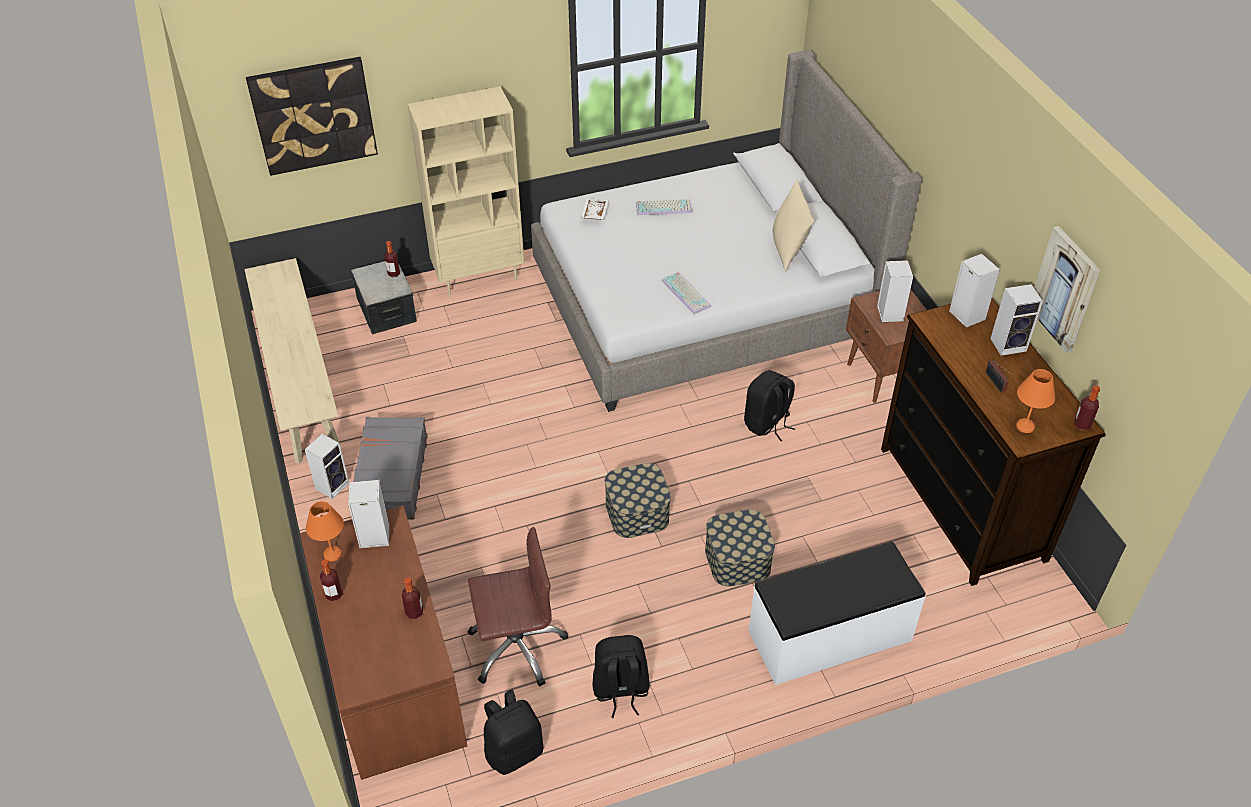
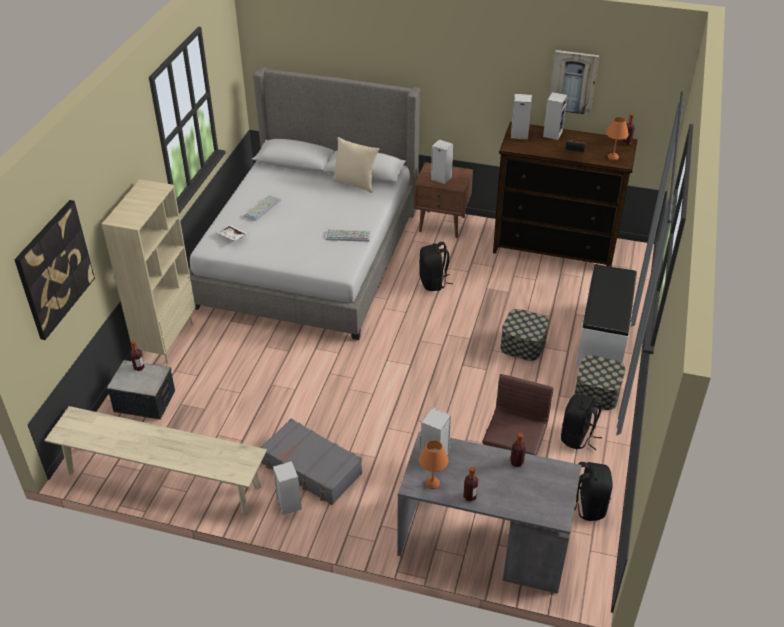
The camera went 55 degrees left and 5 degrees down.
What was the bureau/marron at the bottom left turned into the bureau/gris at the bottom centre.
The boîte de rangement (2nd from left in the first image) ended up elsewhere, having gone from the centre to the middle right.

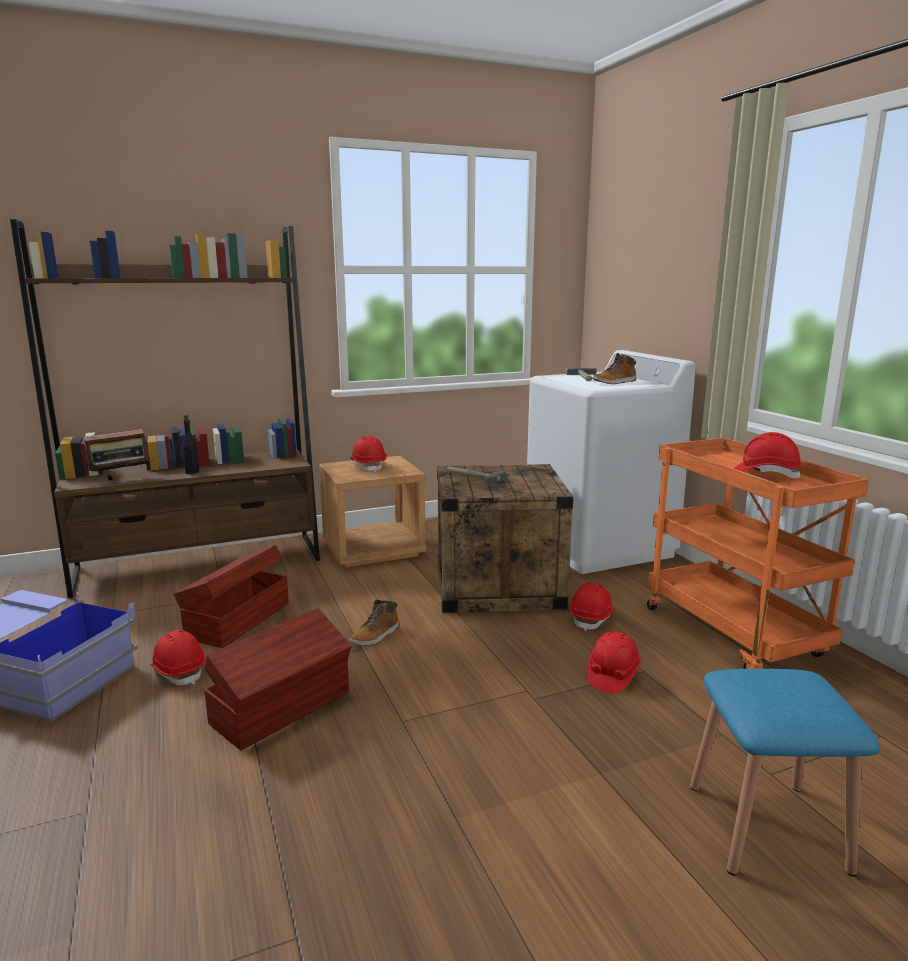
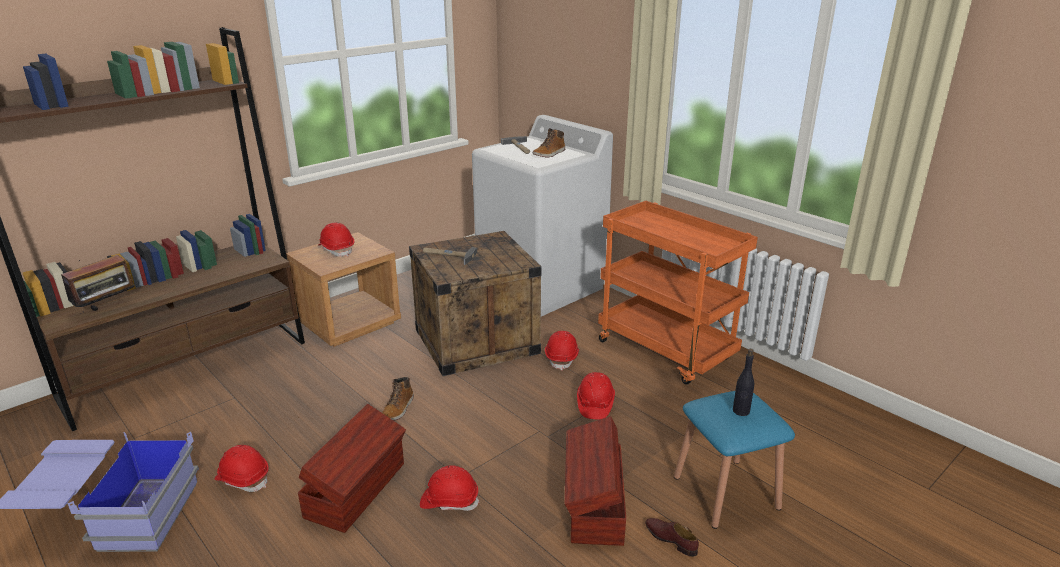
The camera went 20 degrees left and 10 degrees up.
The casque de chantier/rouge (5th from left in the first image) ended up elsewhere, having gone from the middle right to the bottom centre.
The boîte de rangement/marron (1st from left in the first image) ended up elsewhere, having gone from the middle left to the bottom centre.
The second view gained the chaussure/marron at the bottom centre.
The bouteille/noir ended up elsewhere, having gone from the middle left to the bottom right.

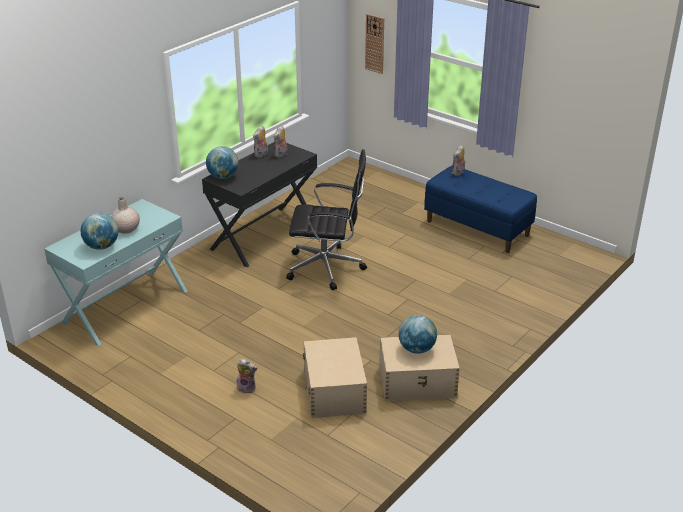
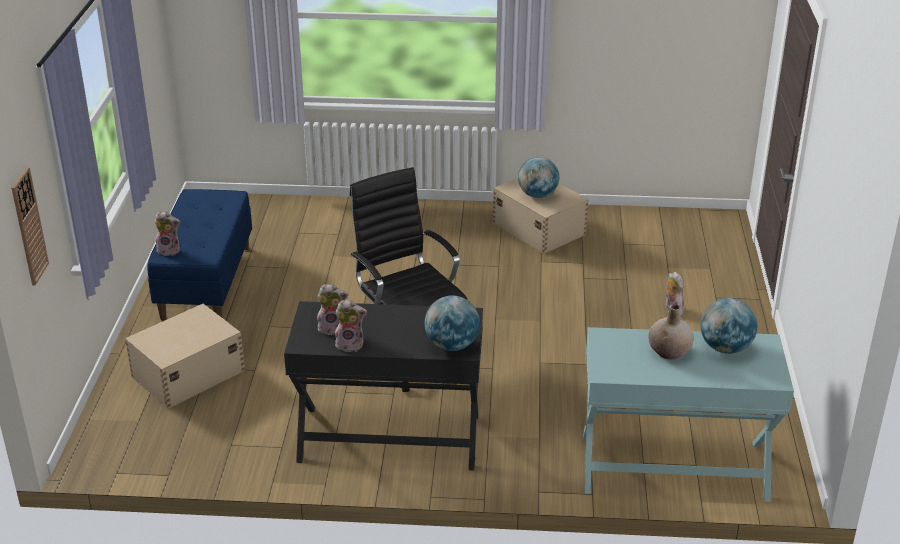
The camera went 125 degrees left and 0 degrees up.
The boîte de rangement/beige (1st from left) ended up elsewhere, having gone from the bottom centre to the middle left.

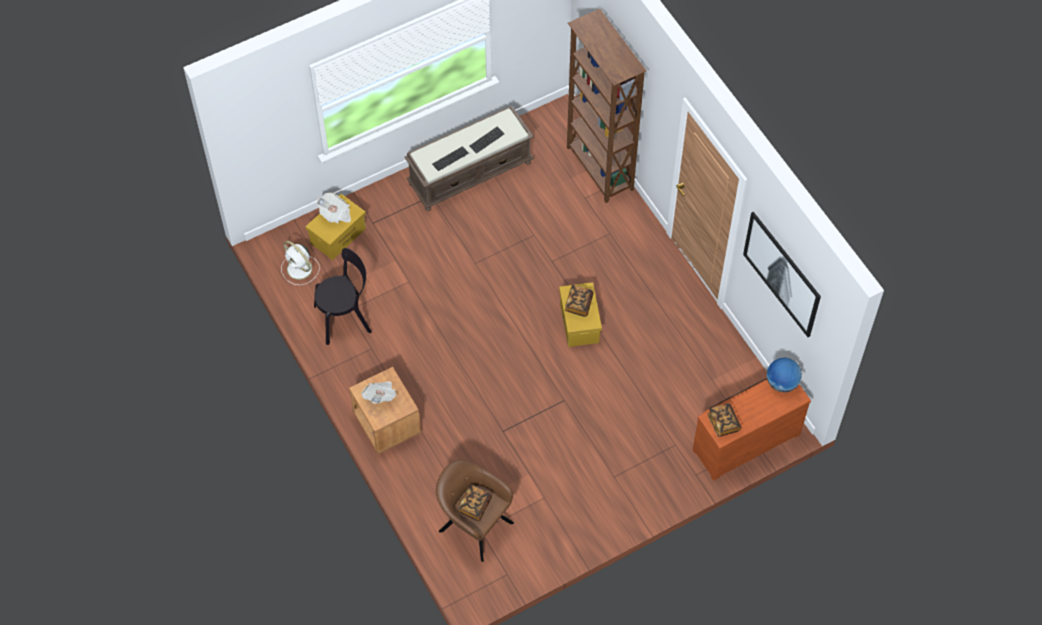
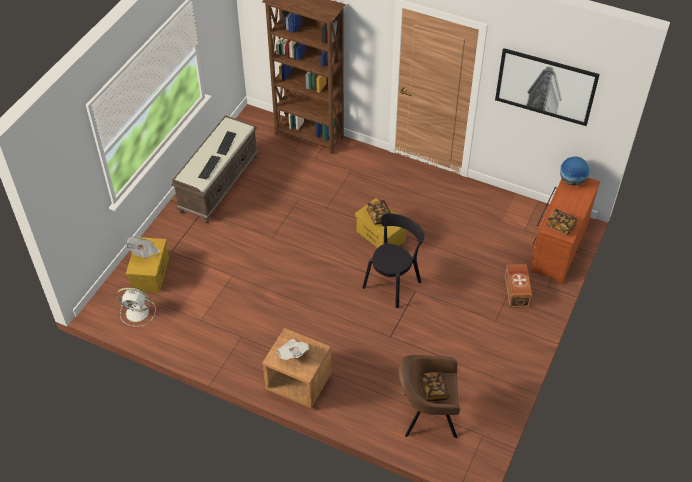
The camera went 35 degrees left and 10 degrees down.
The chaise/noir ended up elsewhere, having gone from the middle left to the centre.
The second view gained the boîte de rangement/marron at the middle right.

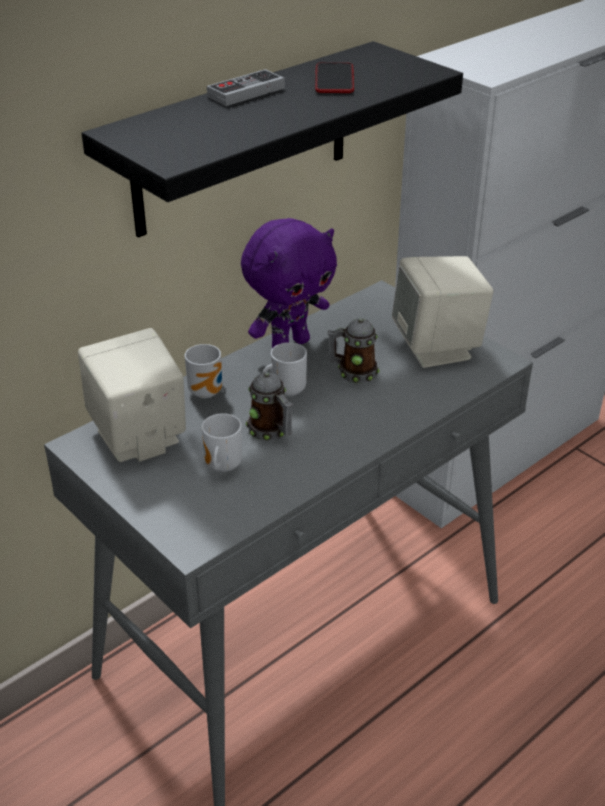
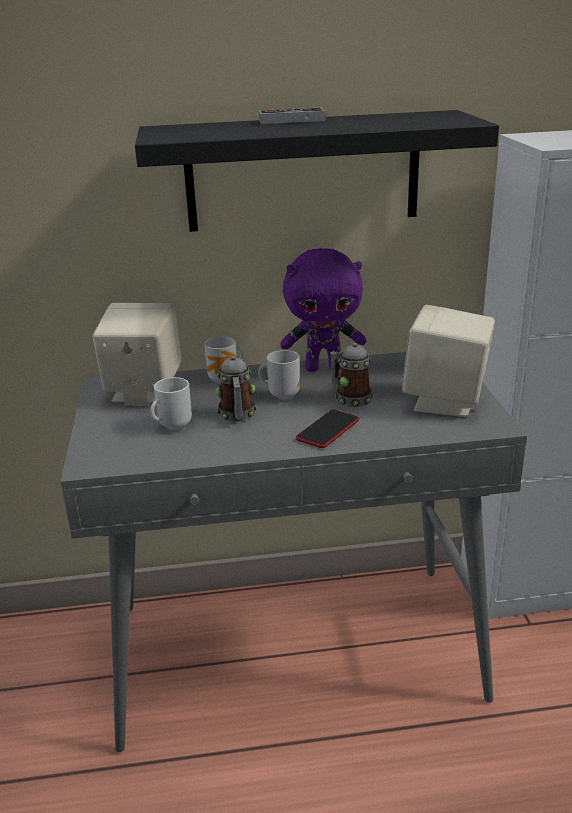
The camera went 35 degrees right and 10 degrees down.
The téléphone ended up elsewhere, having gone from the top centre to the centre.

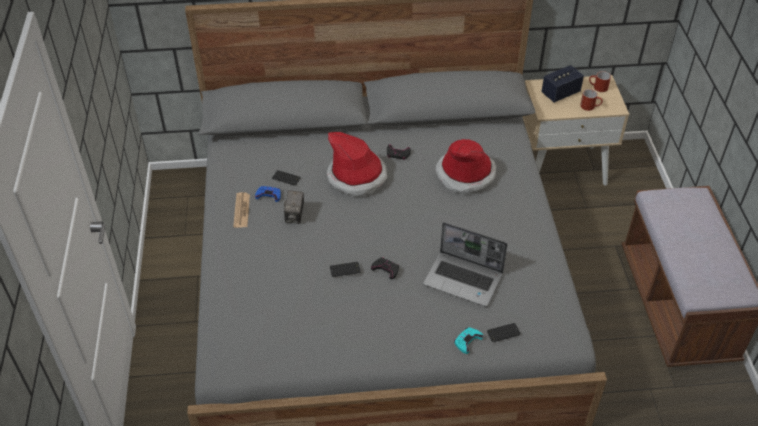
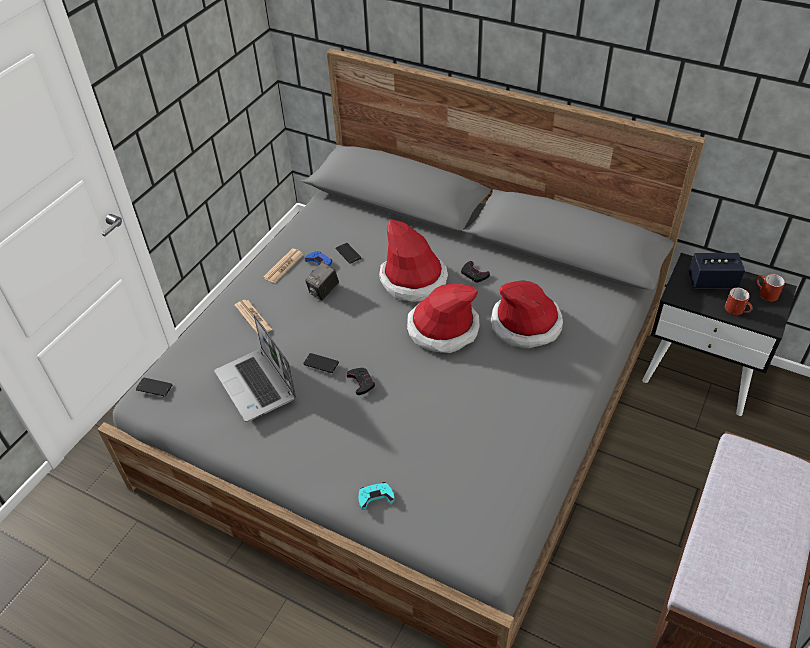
The camera went 35 degrees right and 0 degrees up.
The téléphone (3rd from left in the first image) ended up elsewhere, having gone from the bottom centre to the middle left.
The ordinateur portable ended up elsewhere, having gone from the centre to the middle left.
The second view gained the journal (1st from left) at the middle left.
The second view gained the chapeau (2nd from left) at the centre.
What was the table de chevet/beige at the top right turned into the table de chevet/noir at the middle right.

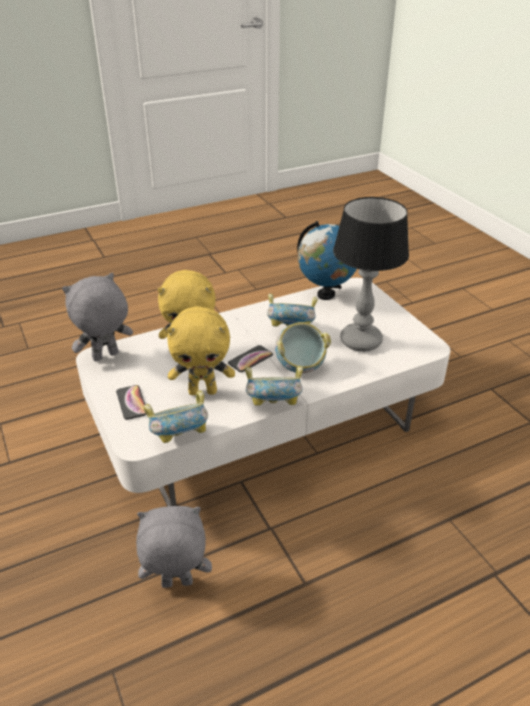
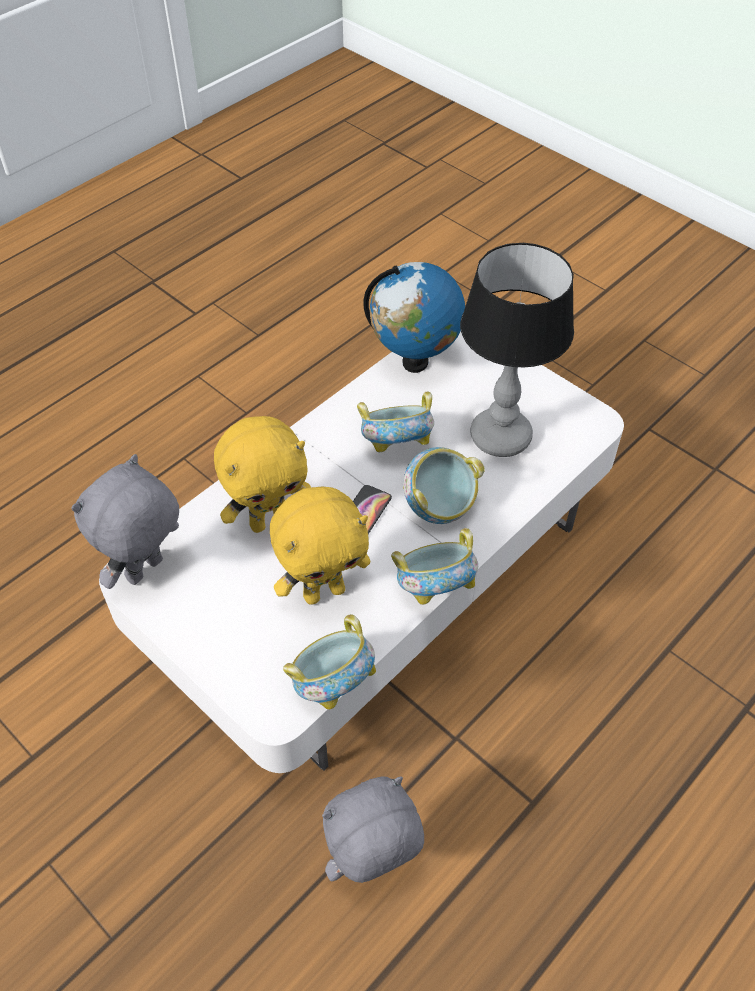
The camera went 20 degrees left and 15 degrees up.
The second view lost the téléphone (1st from left) at the middle left.

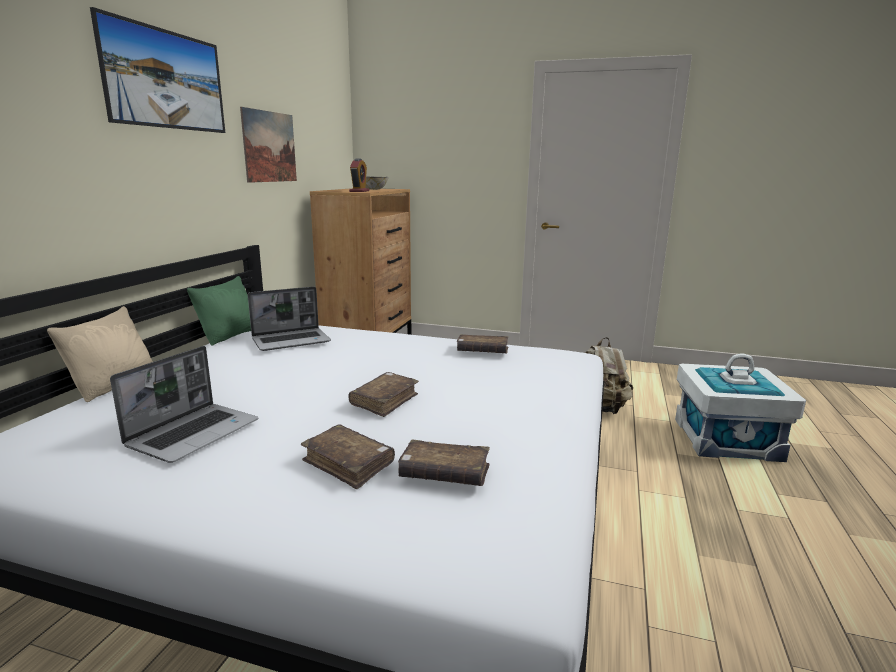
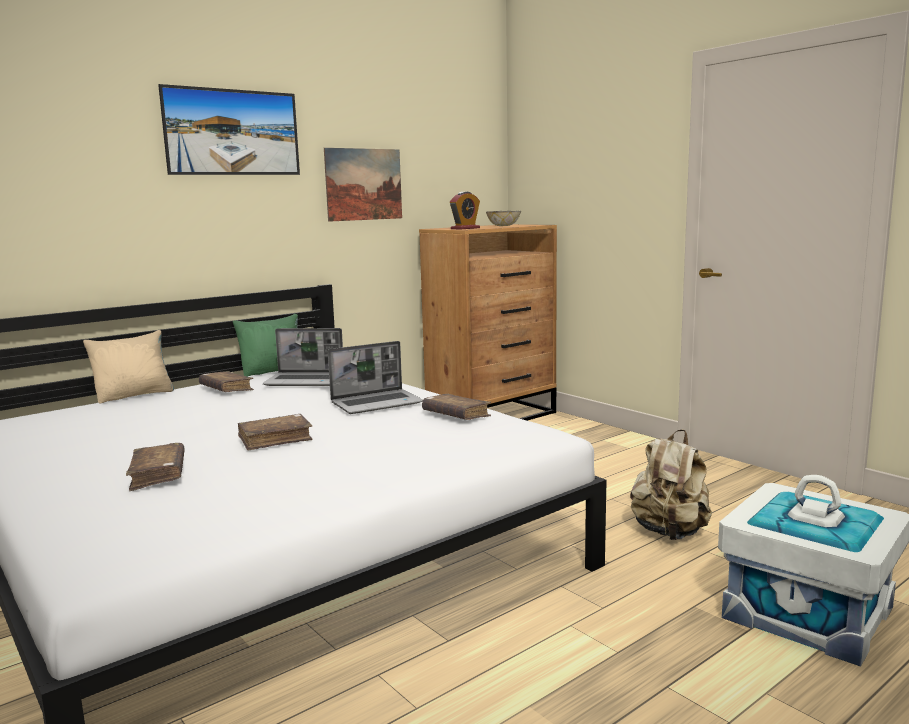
The camera went 35 degrees right and 5 degrees down.
The livre/marron (3rd from left in the first image) ended up elsewhere, having gone from the bottom centre to the middle left.
The ordinateur portable (1st from left in the first image) ended up elsewhere, having gone from the middle left to the centre.

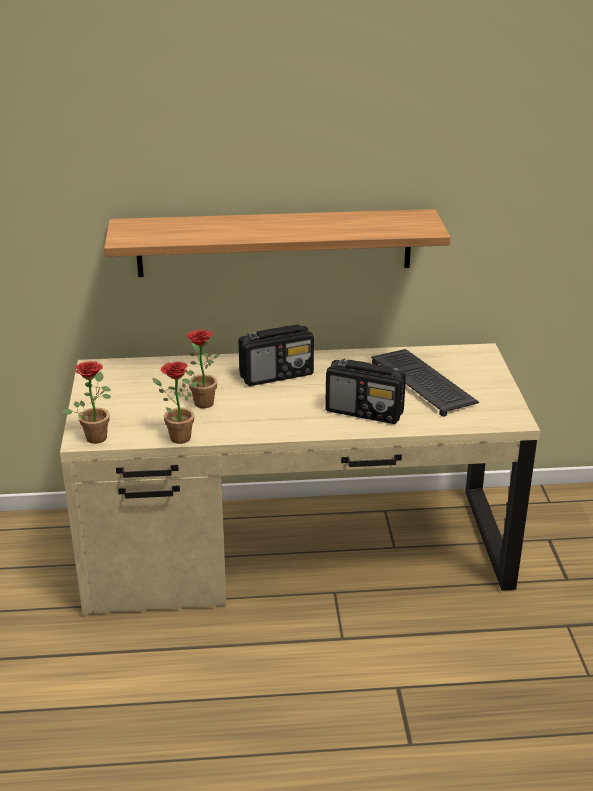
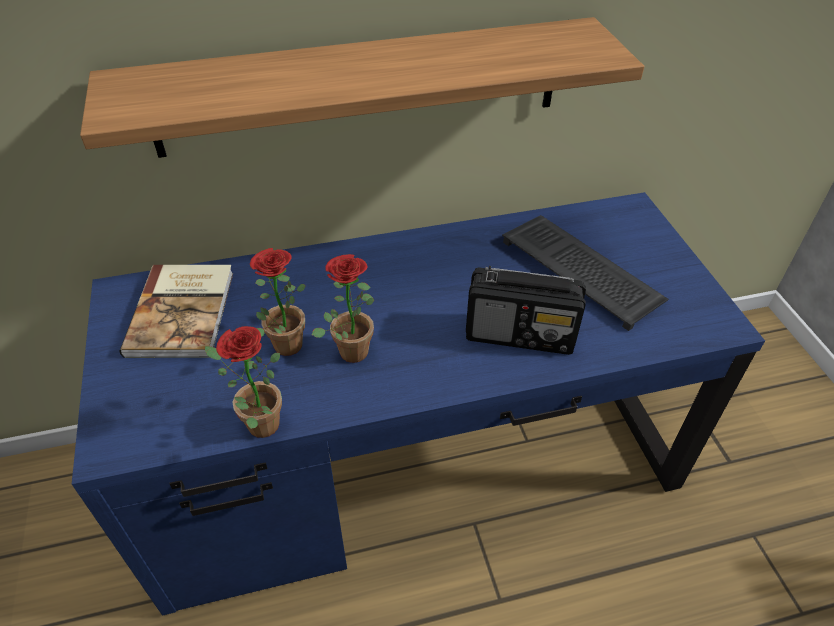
The camera went 10 degrees left and 15 degrees up.
What was the bureau/beige at the centre turned into the bureau/bleu at the centre.
The second view gained the livre at the middle left.
The plante en pot (1st from left in the first image) ended up elsewhere, having gone from the middle left to the centre.
The second view lost the radio (1st from left) at the centre.

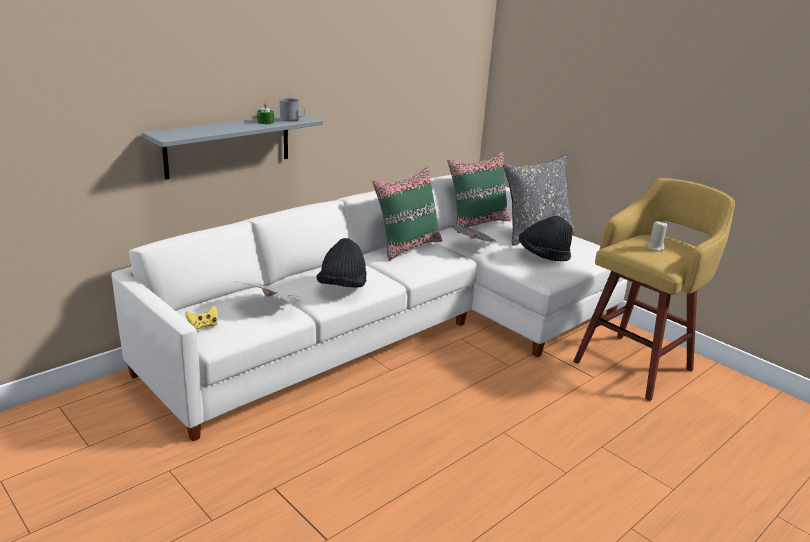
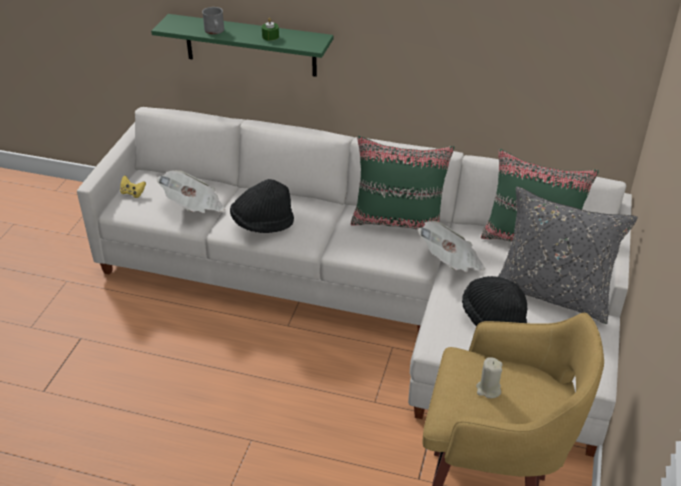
The camera went 60 degrees right and 15 degrees up.
What was the étagère/gris at the top left turned into the étagère/vert at the top centre.
The mug/gris ended up elsewhere, having gone from the top centre to the top left.

